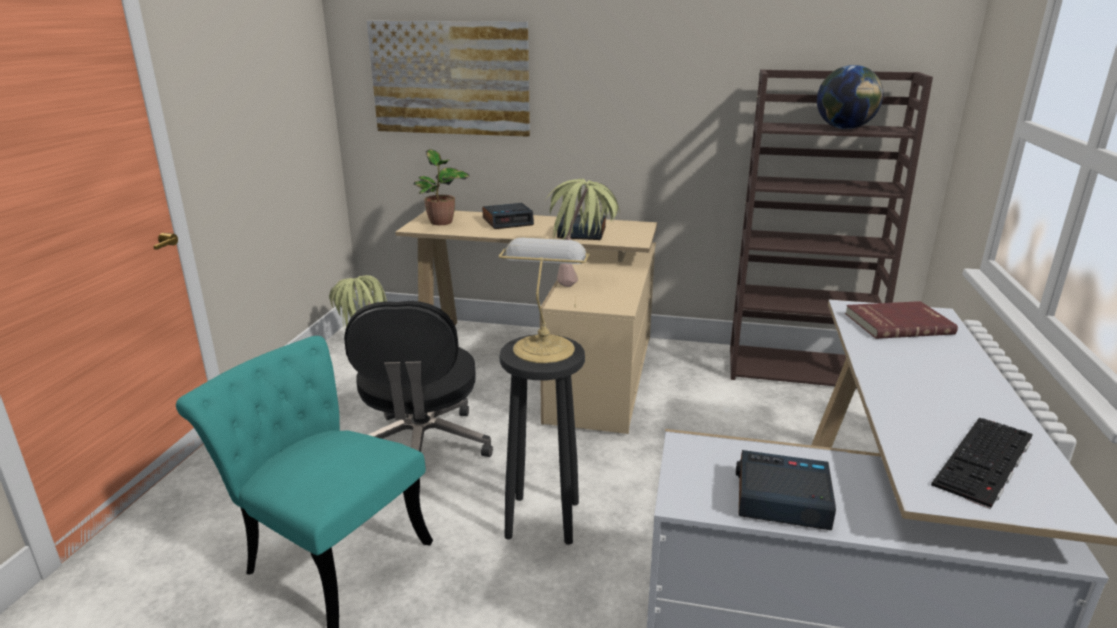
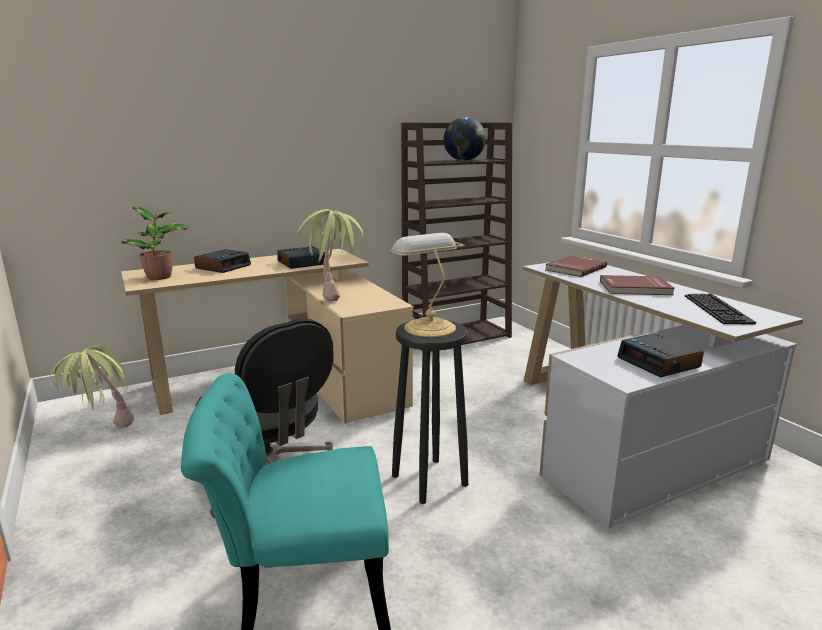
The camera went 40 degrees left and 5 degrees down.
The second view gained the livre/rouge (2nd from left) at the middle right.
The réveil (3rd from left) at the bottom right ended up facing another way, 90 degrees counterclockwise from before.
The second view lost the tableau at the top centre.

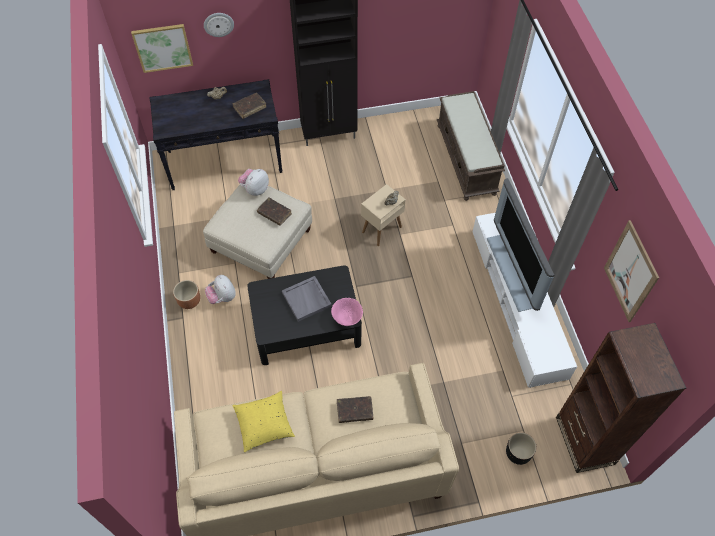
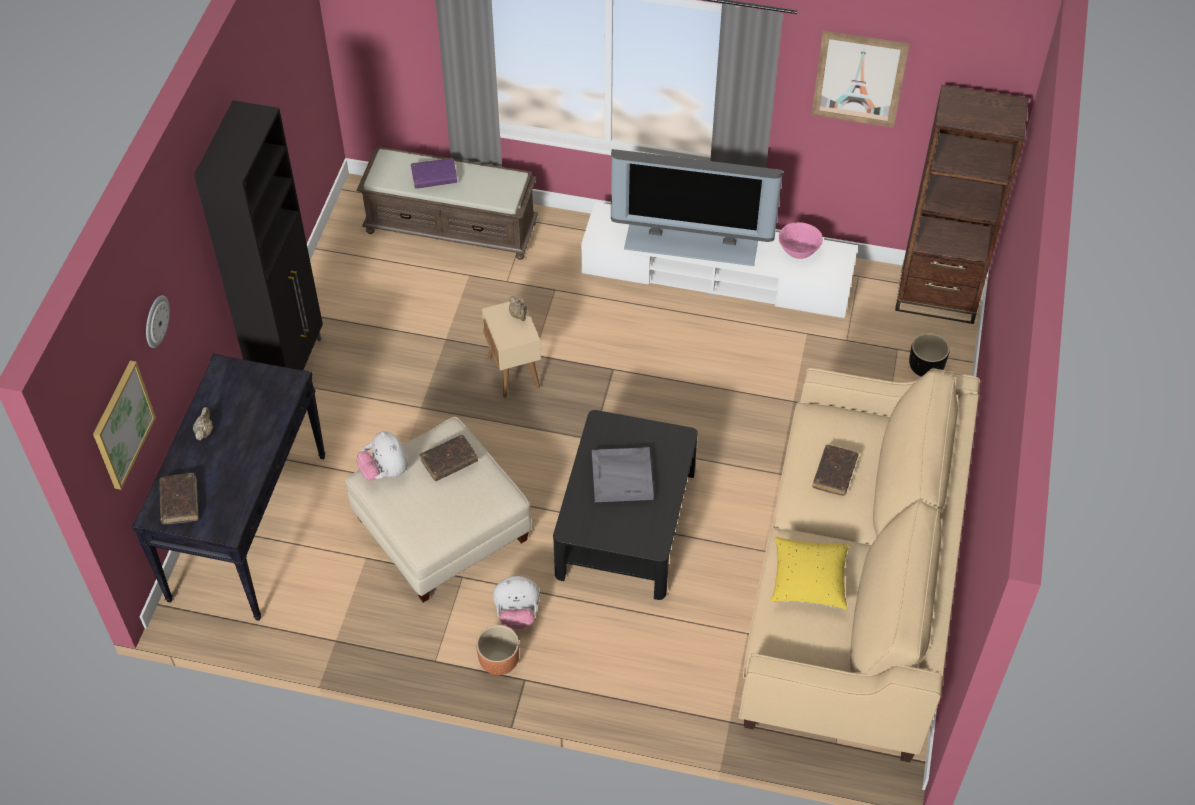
The camera went 65 degrees left and 5 degrees down.
The livre/marron (1st from left) ended up elsewhere, having gone from the top centre to the middle left.
The second view gained the livre/violet at the top centre.
The bol/rose ended up elsewhere, having gone from the centre to the top right.

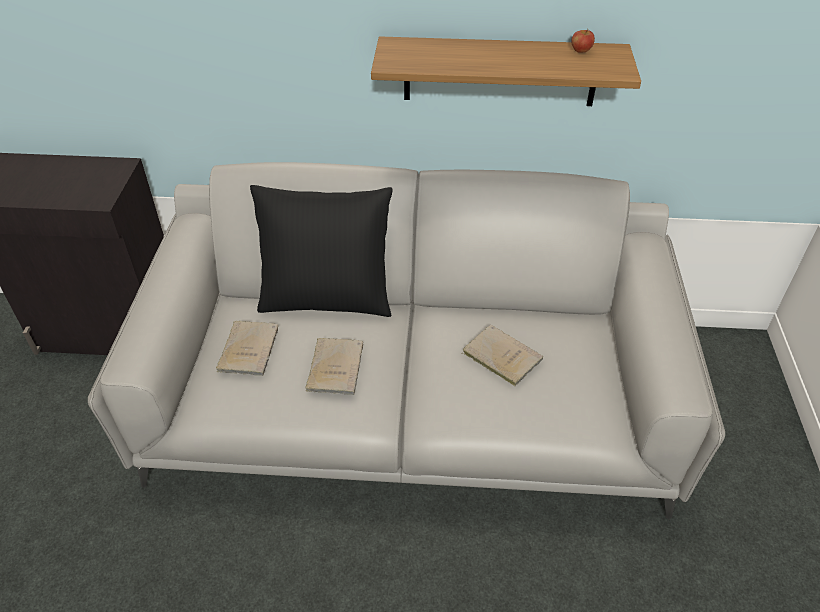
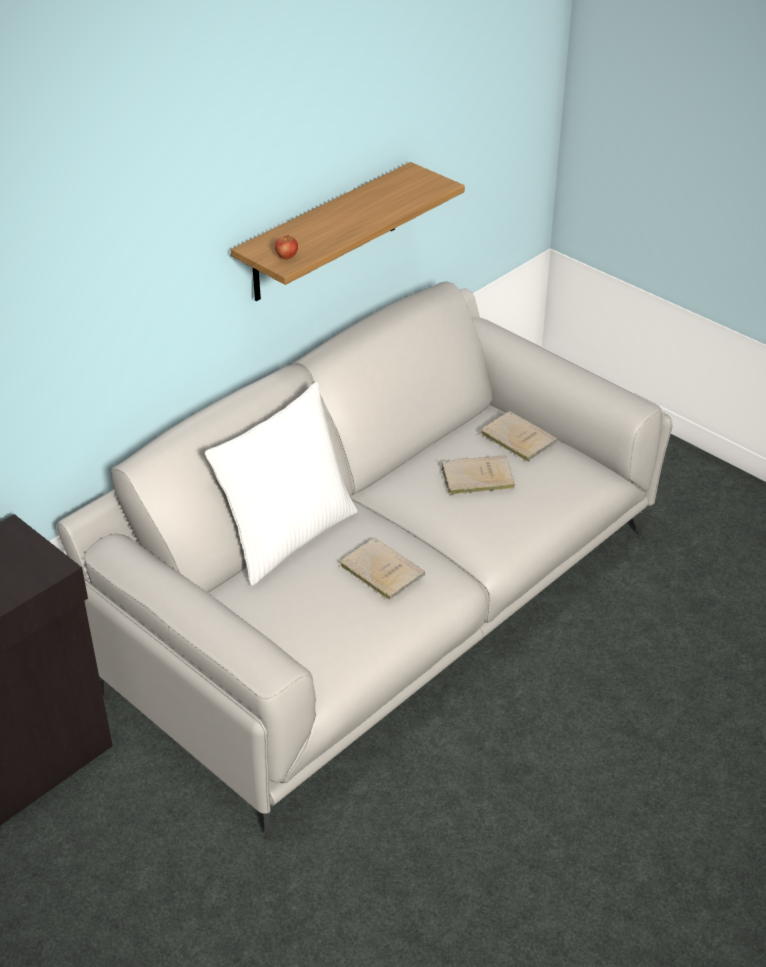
The camera went 50 degrees left and 5 degrees down.
What was the coussin/noir at the centre turned into the coussin/blanc at the centre.
The pomme ended up elsewhere, having gone from the top right to the top centre.
The livre/beige (1st from left in the first image) ended up elsewhere, having gone from the middle left to the middle right.

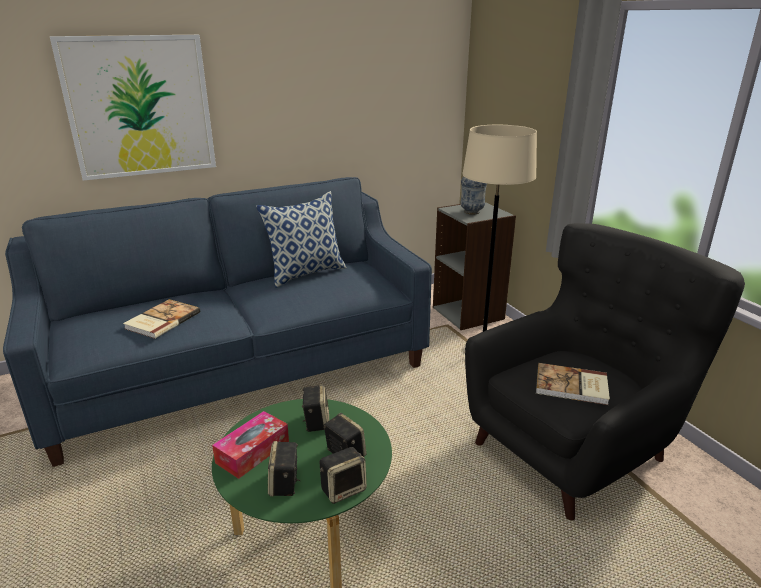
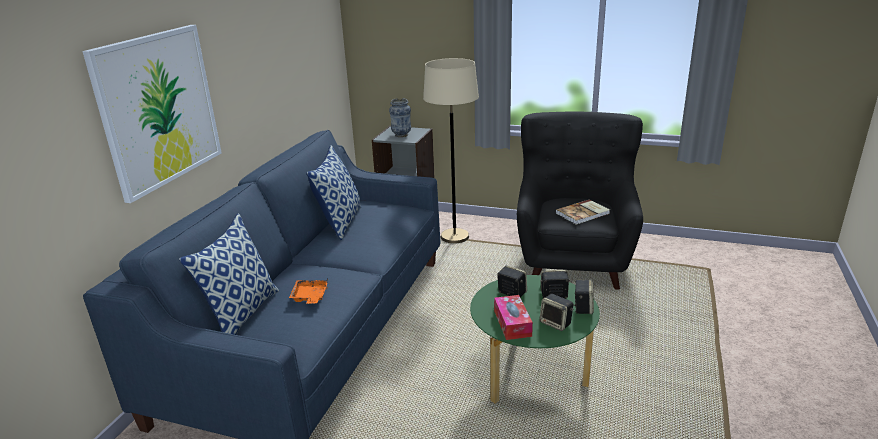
The camera went 45 degrees left and 0 degrees up.
The second view gained the coussin (1st from left) at the middle left.
Where the livre (1st from left) stood at the middle left, the plateau/orange came to stand at the centre.

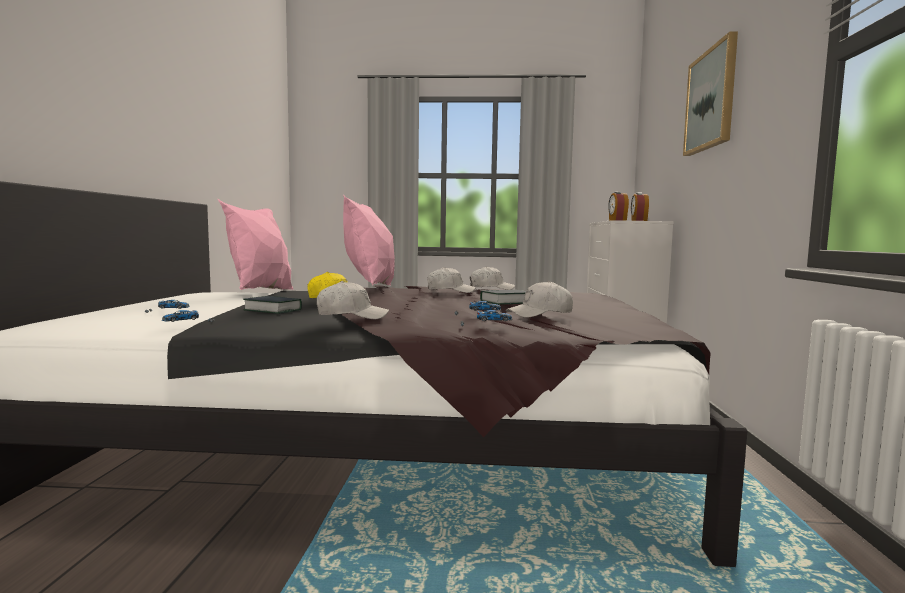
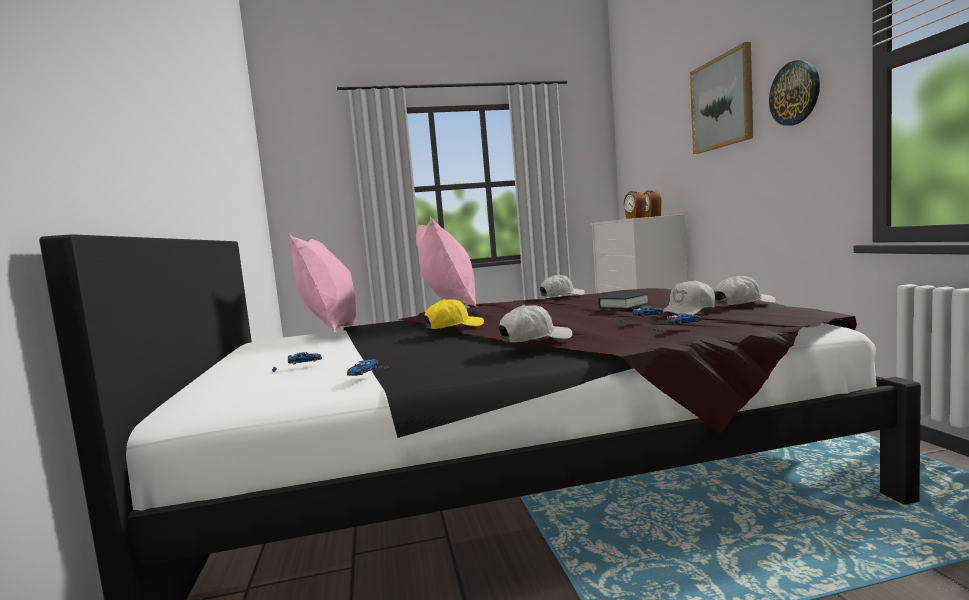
The camera went 15 degrees left and 0 degrees up.
The casquette/blanc (2nd from left in the first image) ended up elsewhere, having gone from the centre to the middle right.
The second view gained the horloge murale at the top right.
The second view lost the livre (1st from left) at the middle left.

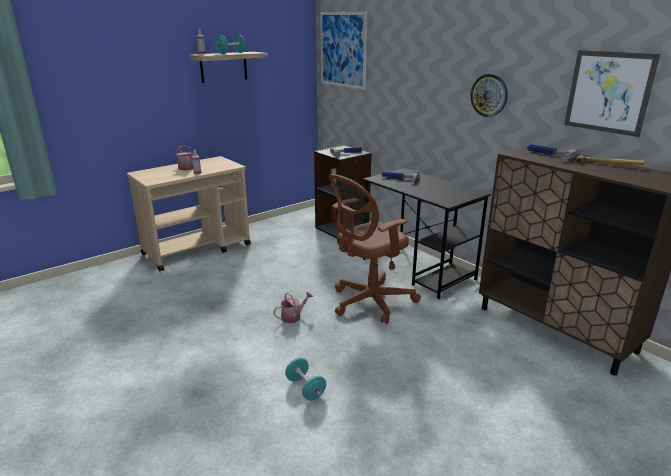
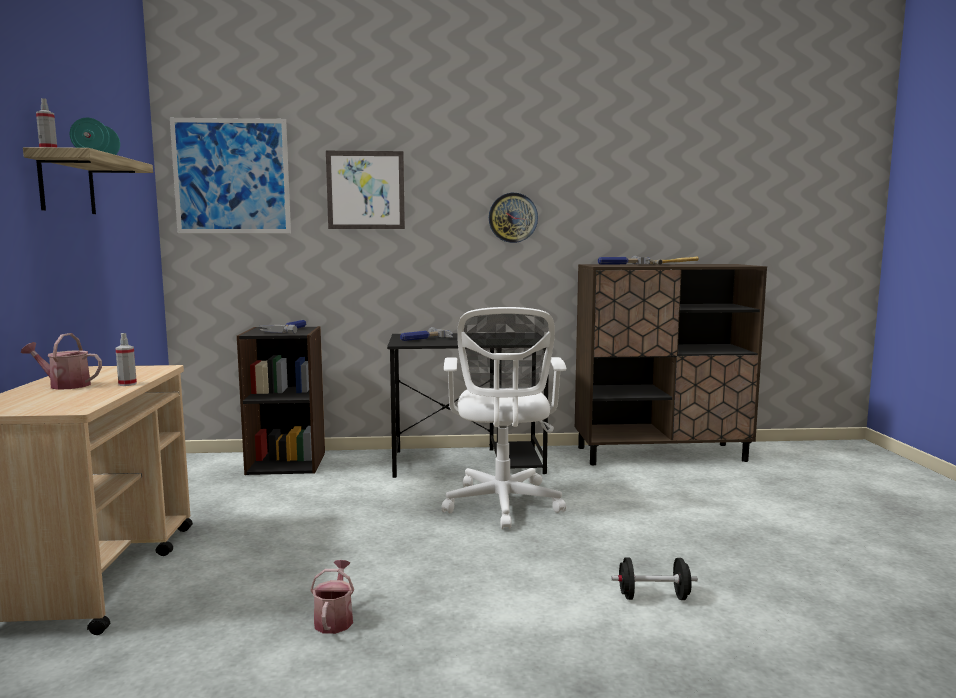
The camera went 55 degrees left and 15 degrees down.
The arrosoir (2nd from left) ended up elsewhere, having gone from the centre to the bottom centre.
The tableau (2nd from left) ended up elsewhere, having gone from the top right to the top centre.
What was the chaise de bureau/marron at the centre turned into the chaise de bureau/blanc at the centre.
What was the haltère/turquoise (2nd from left) at the bottom centre turned into the haltère/noir at the bottom right.

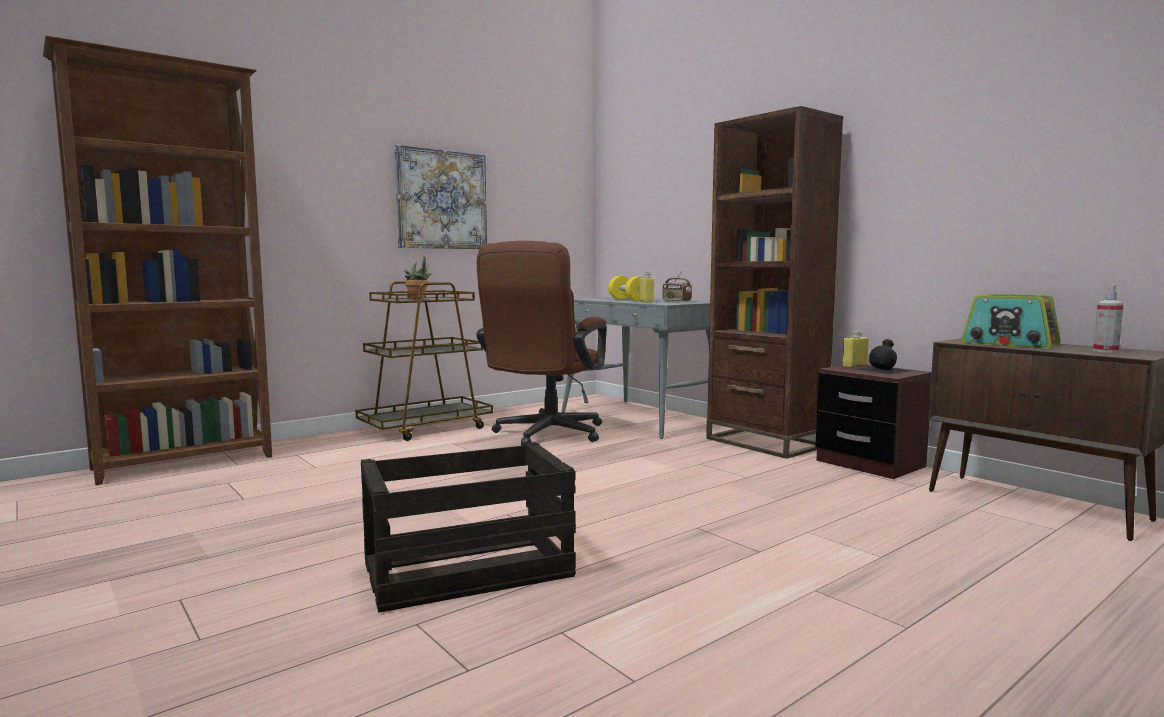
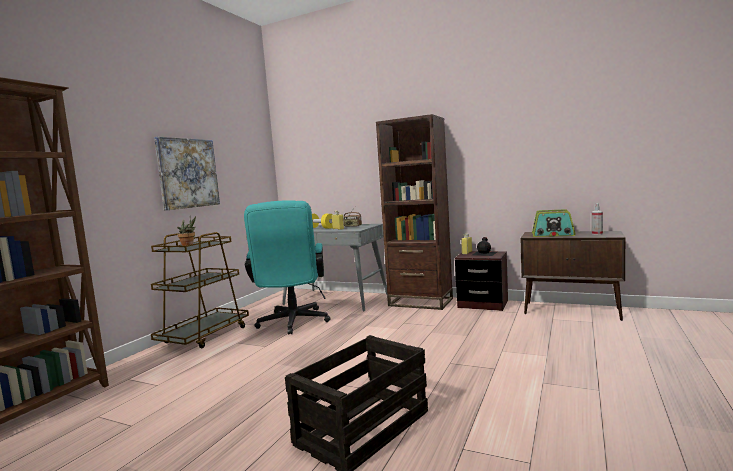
The camera went 25 degrees left and 0 degrees up.
What was the chaise de bureau/marron at the centre turned into the chaise de bureau/turquoise at the centre.

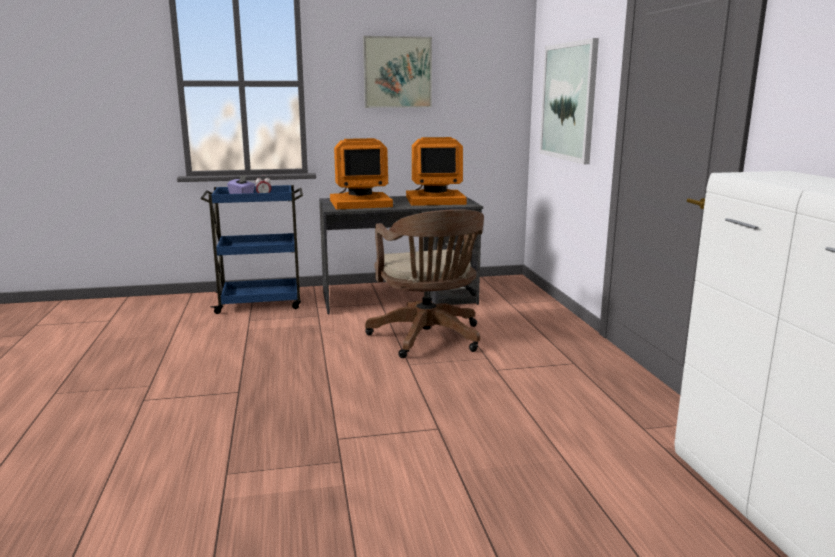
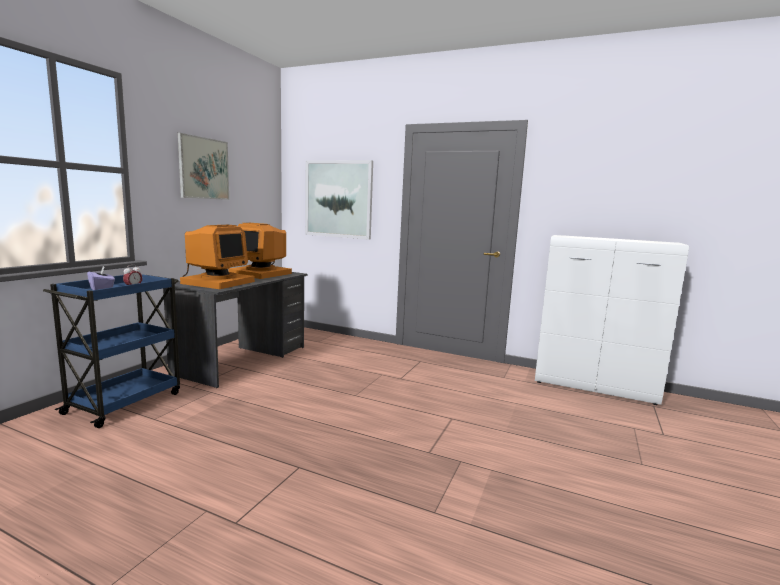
The camera went 55 degrees left and 5 degrees down.
The écran d'ordinateur (2nd from left) at the top centre ended up facing another way, 90 degrees clockwise from before.
The second view lost the chaise de bureau/marron at the centre.

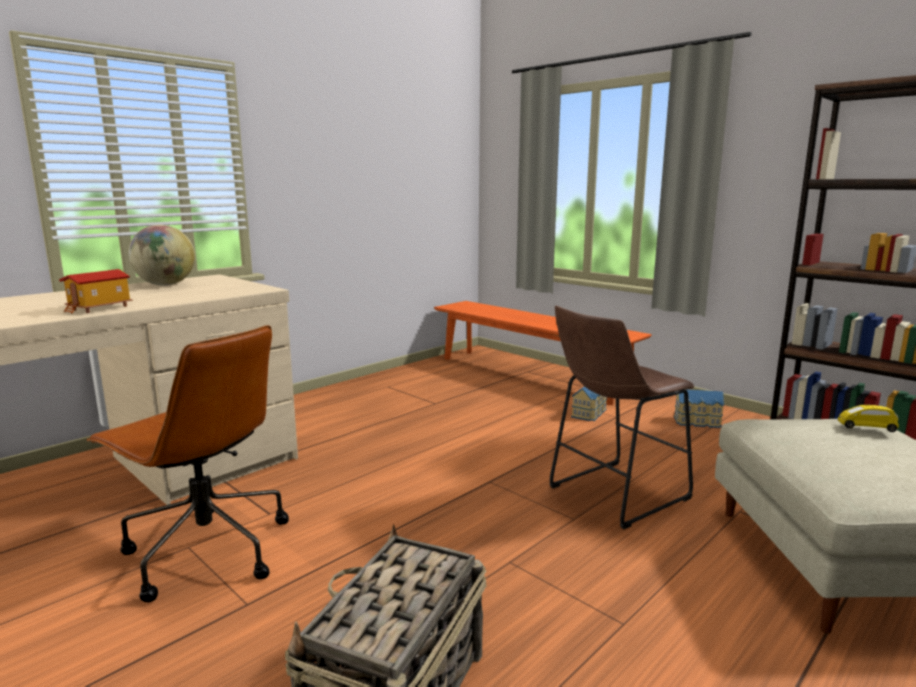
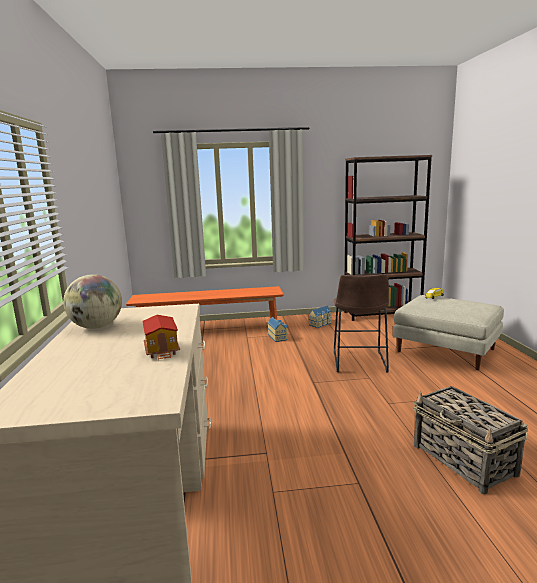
The camera went 50 degrees left and 0 degrees up.
The second view lost the chaise de bureau/marron at the bottom left.

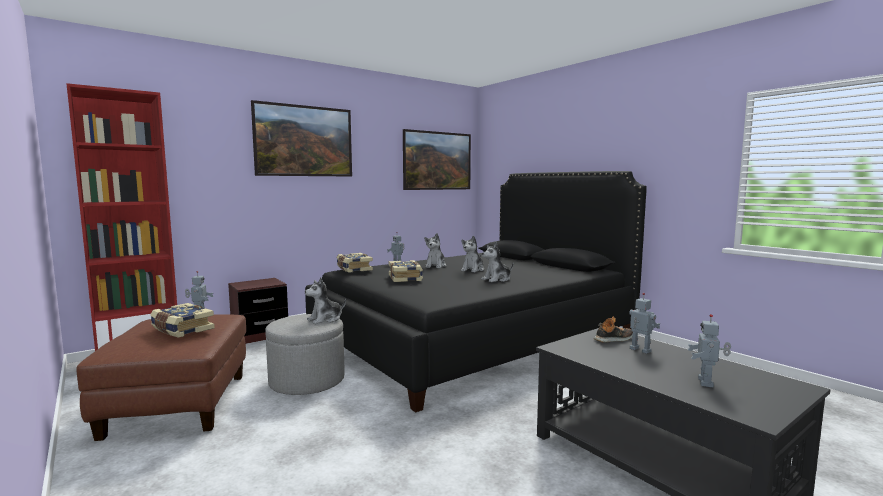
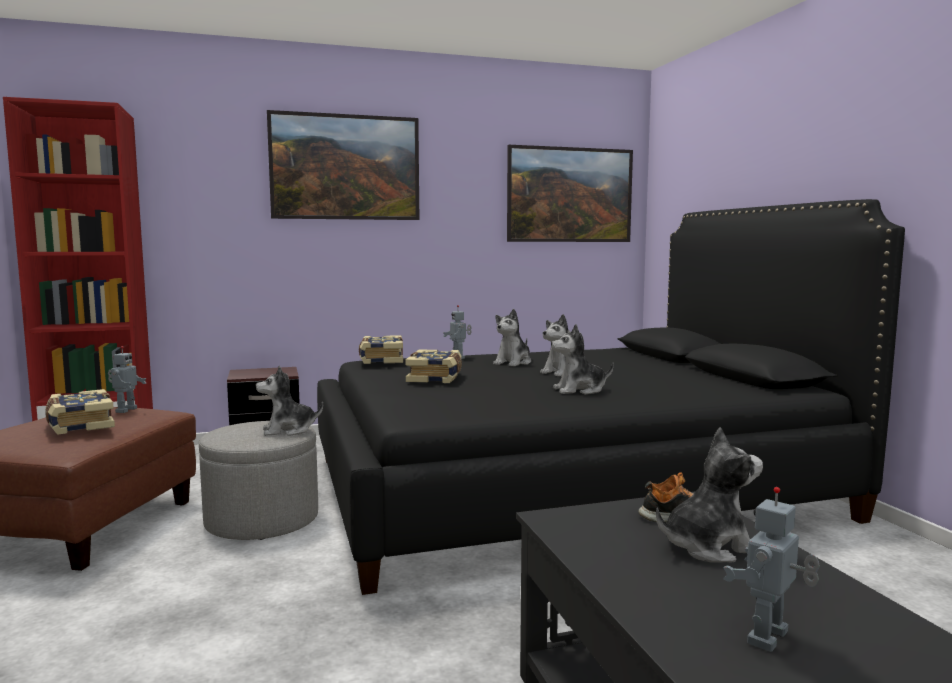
The camera went 20 degrees right and 0 degrees up.
Where the robot jouet (3rd from left) stood at the middle right, the peluche (5th from left) came to stand at the bottom right.

